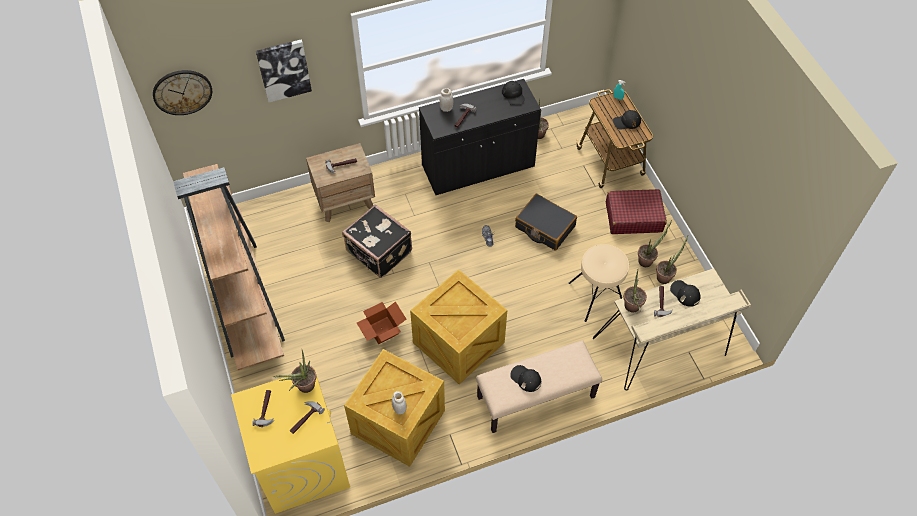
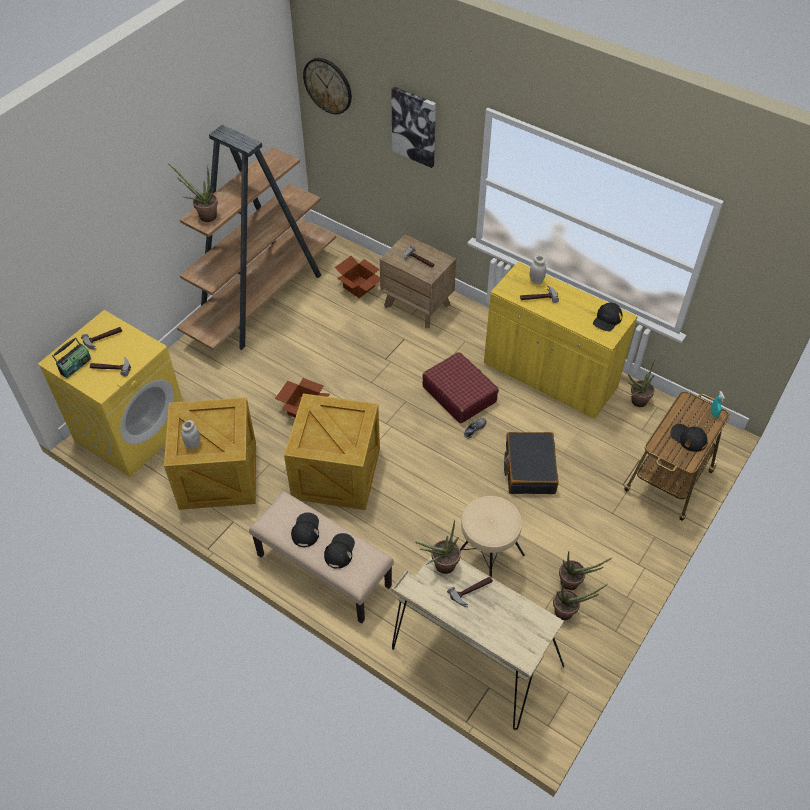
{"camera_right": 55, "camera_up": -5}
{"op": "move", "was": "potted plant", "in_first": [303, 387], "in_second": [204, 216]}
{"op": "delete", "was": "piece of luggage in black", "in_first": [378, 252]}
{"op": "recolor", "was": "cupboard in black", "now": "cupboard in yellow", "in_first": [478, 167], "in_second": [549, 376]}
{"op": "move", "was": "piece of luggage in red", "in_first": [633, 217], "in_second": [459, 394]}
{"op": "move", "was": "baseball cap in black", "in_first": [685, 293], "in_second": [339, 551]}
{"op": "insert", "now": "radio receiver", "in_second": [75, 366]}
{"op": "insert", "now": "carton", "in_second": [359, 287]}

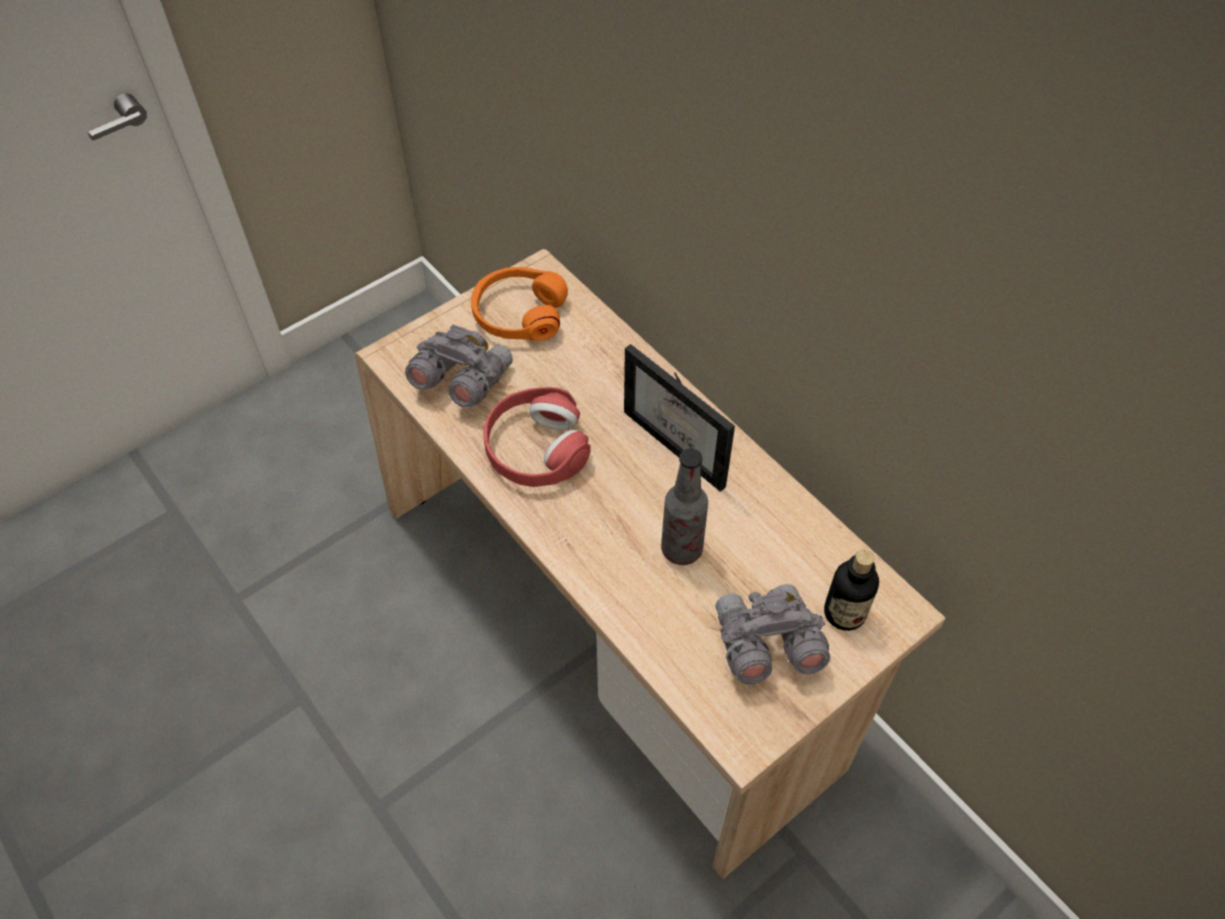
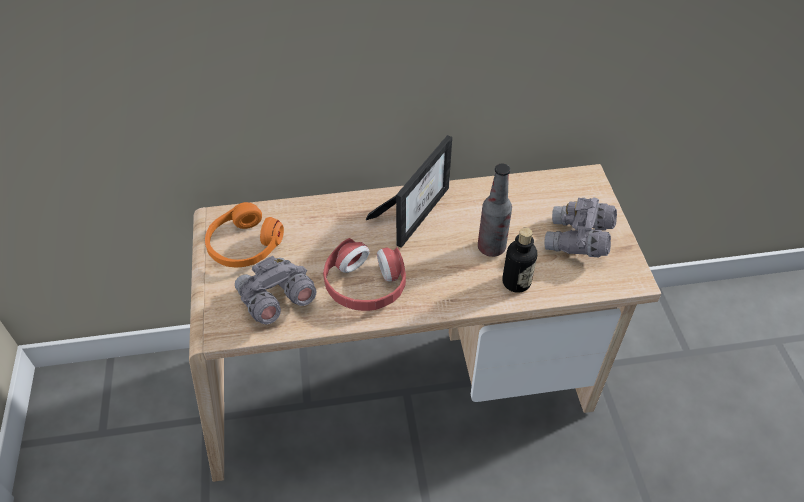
{"camera_right": -60, "camera_up": -5}
{"op": "rotate", "was": "standing frame", "in_first": [685, 443], "in_second": [416, 211], "clockwise": -45}
{"op": "move", "was": "bottle", "in_first": [844, 613], "in_second": [516, 282]}

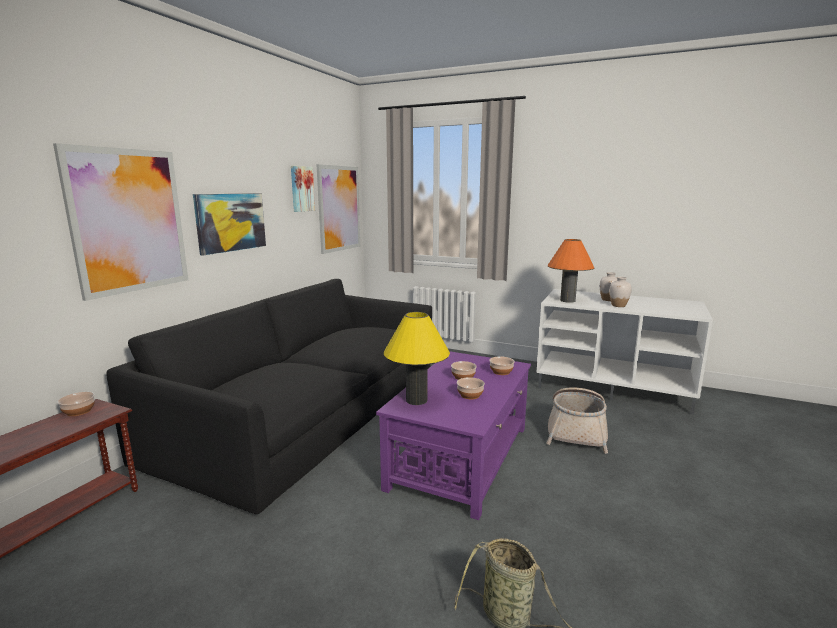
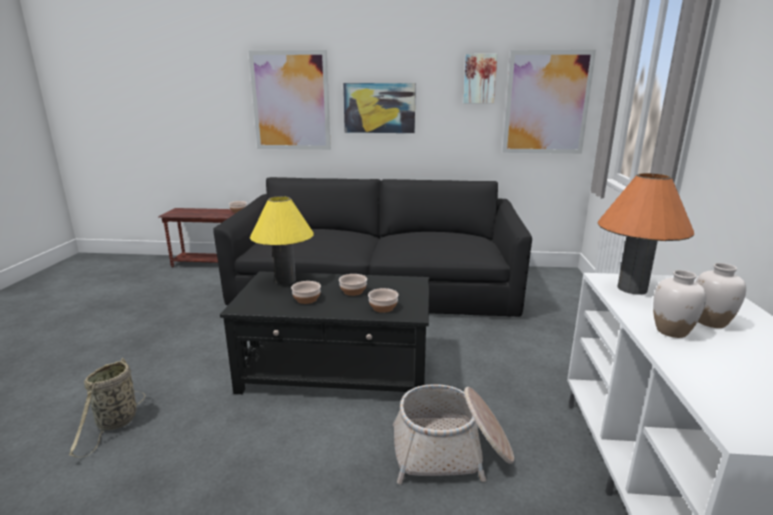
{"camera_right": 70, "camera_up": 5}
{"op": "recolor", "was": "low table in purple", "now": "low table in black", "in_first": [461, 456], "in_second": [337, 369]}

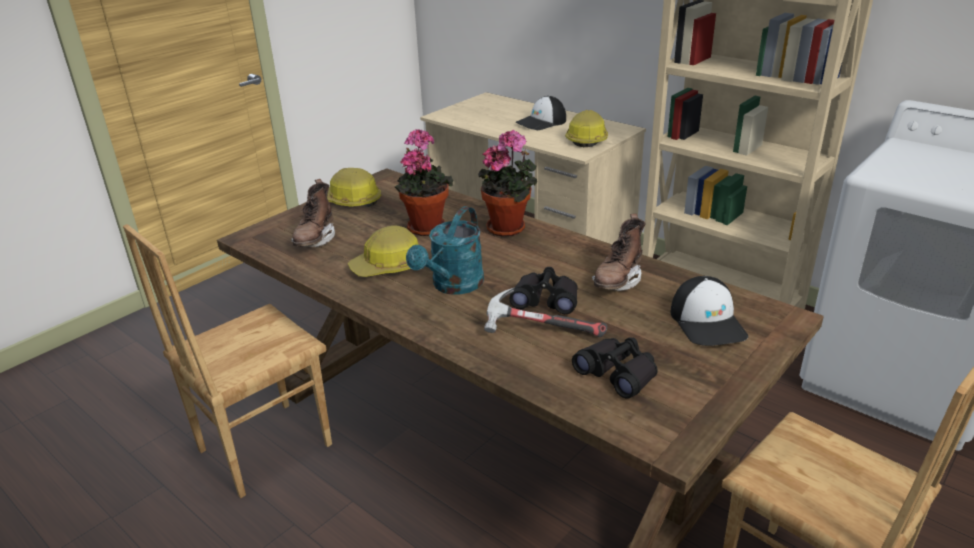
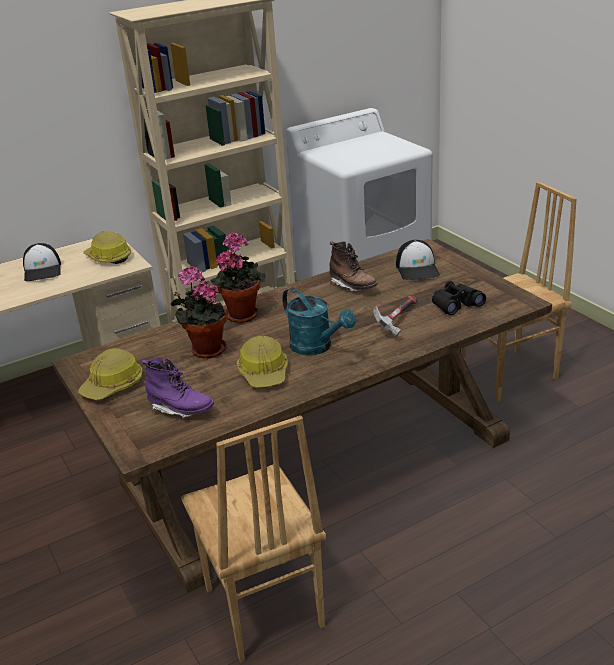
{"camera_right": -70, "camera_up": 0}
{"op": "recolor", "was": "tall boot in brownish", "now": "tall boot in purple", "in_first": [315, 240], "in_second": [181, 409]}
{"op": "delete", "was": "pair of binoculars in black", "in_first": [546, 300]}
{"op": "rotate", "was": "baseball cap", "in_first": [708, 322], "in_second": [417, 269], "clockwise": 75}

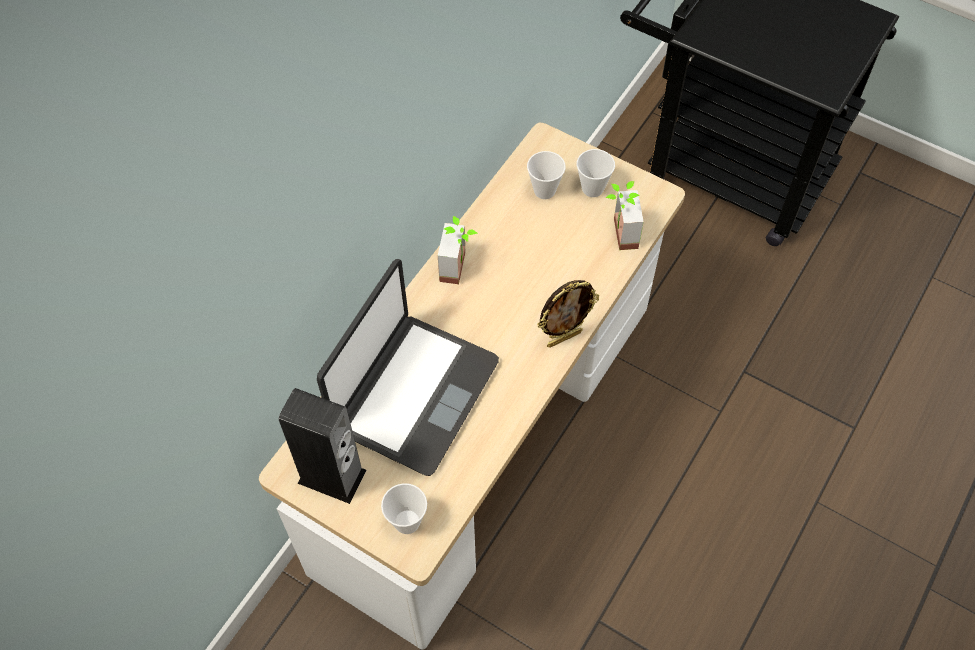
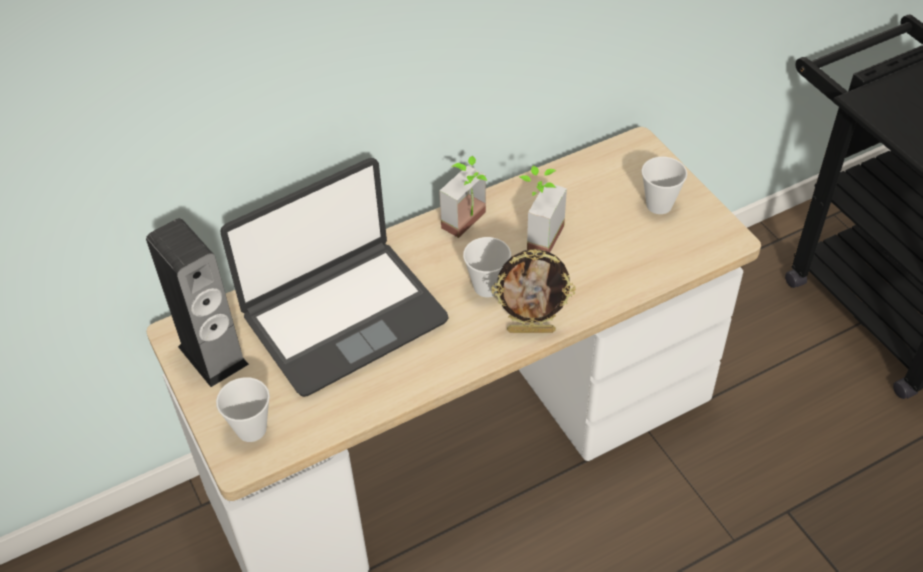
{"camera_right": 30, "camera_up": -10}
{"op": "move", "was": "small cup", "in_first": [544, 190], "in_second": [487, 287]}
{"op": "move", "was": "potted plant", "in_first": [617, 234], "in_second": [536, 235]}

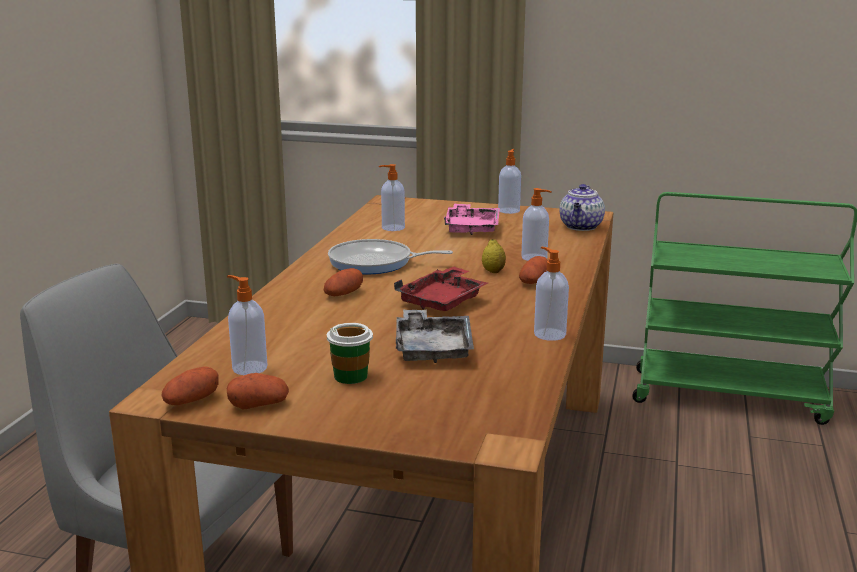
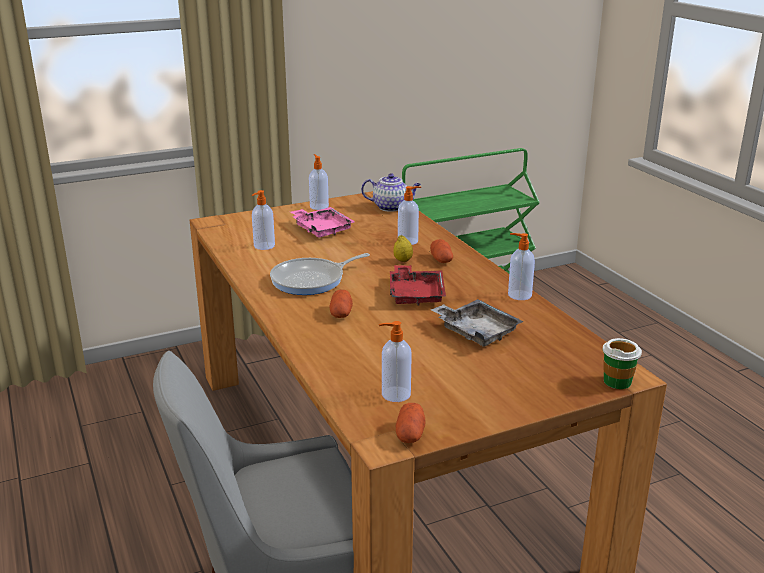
{"camera_right": -40, "camera_up": 5}
{"op": "delete", "was": "potato", "in_first": [258, 405]}
{"op": "move", "was": "small cup", "in_first": [351, 376], "in_second": [617, 381]}
{"op": "rotate", "was": "pot for tea", "in_first": [581, 227], "in_second": [391, 207], "clockwise": -60}

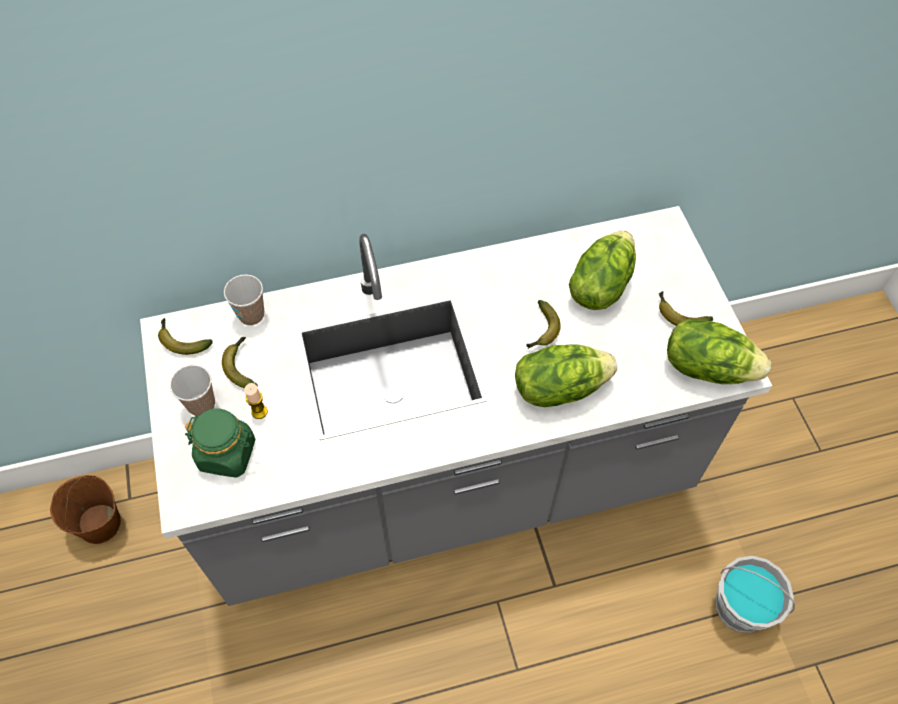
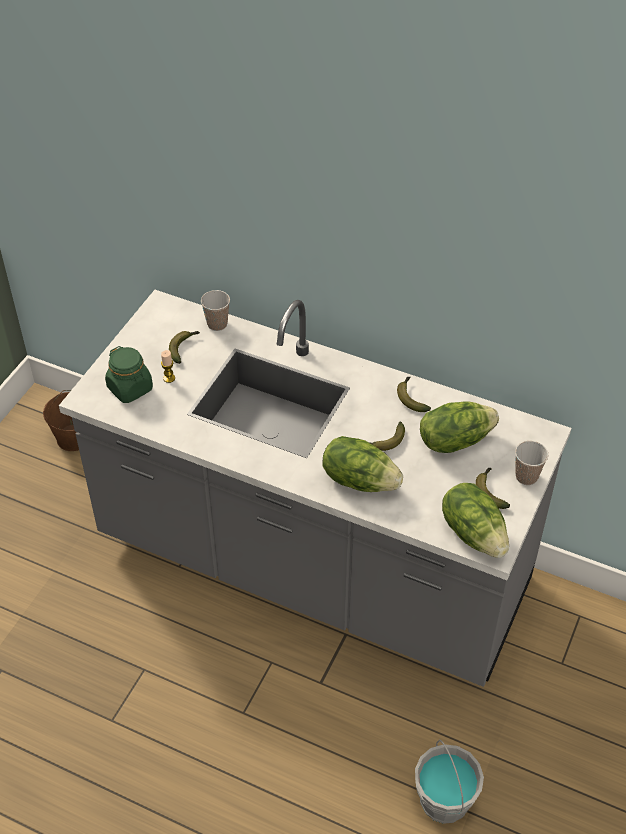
{"camera_right": 40, "camera_up": -10}
{"op": "move", "was": "whole banana", "in_first": [181, 340], "in_second": [411, 398]}
{"op": "move", "was": "small cup", "in_first": [201, 405], "in_second": [526, 477]}

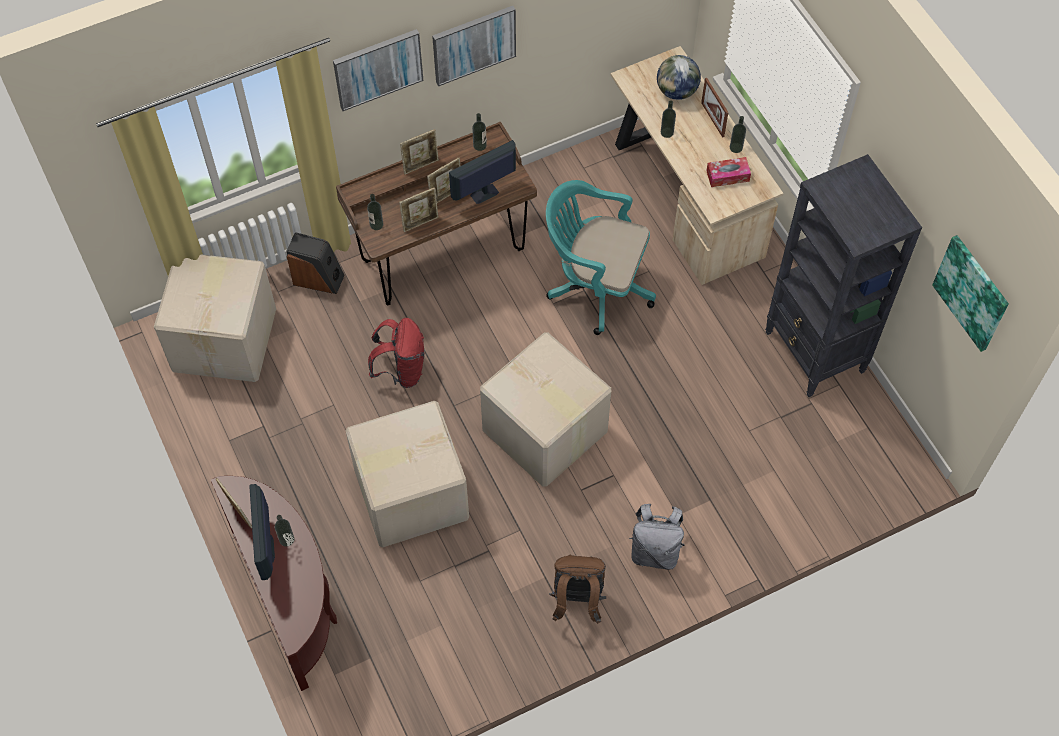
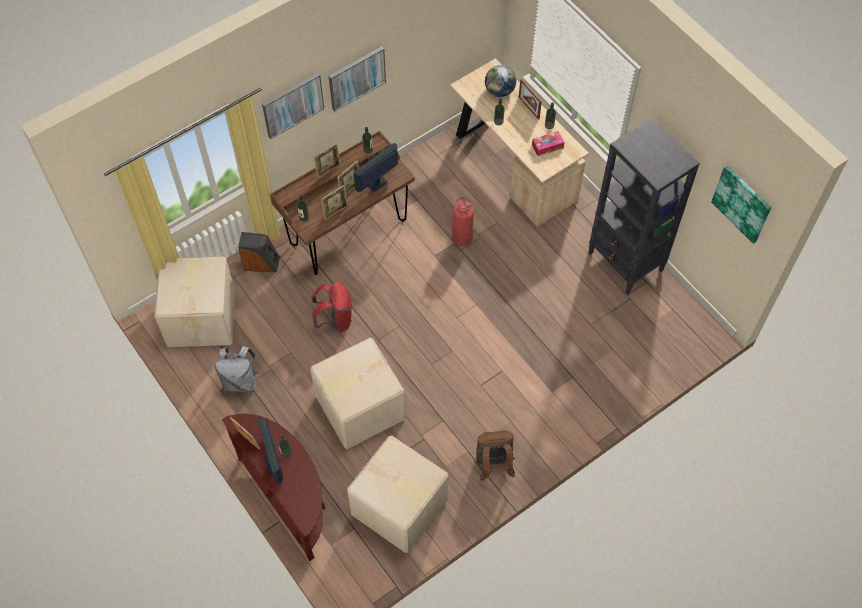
{"camera_right": -10, "camera_up": 0}
{"op": "move", "was": "carton", "in_first": [544, 432], "in_second": [399, 508]}
{"op": "replace", "was": "computer chair in turquoise-coloured", "now": "fire-fighting cylinder", "in_first": [595, 286], "in_second": [462, 239]}
{"op": "move", "was": "rucksack in greyish", "in_first": [655, 551], "in_second": [240, 380]}

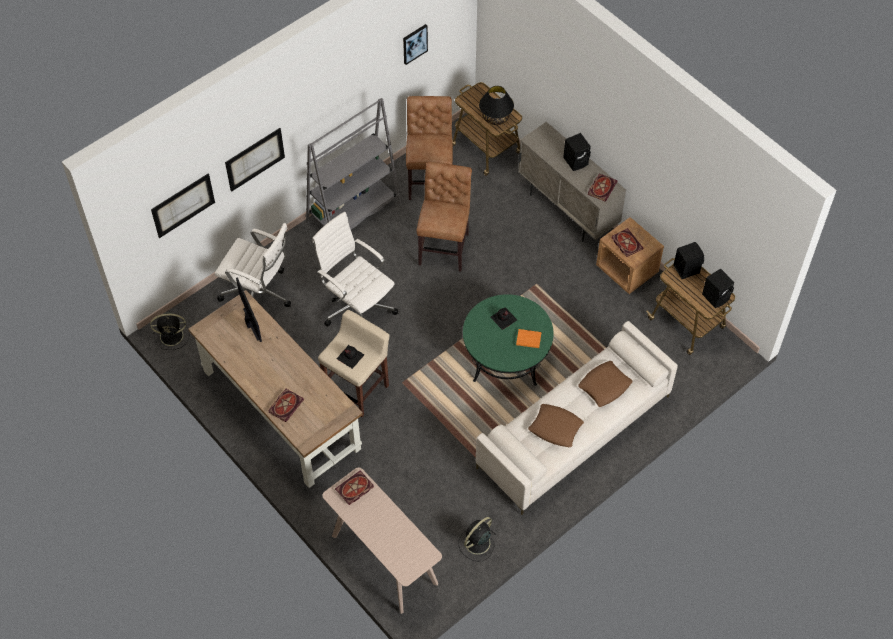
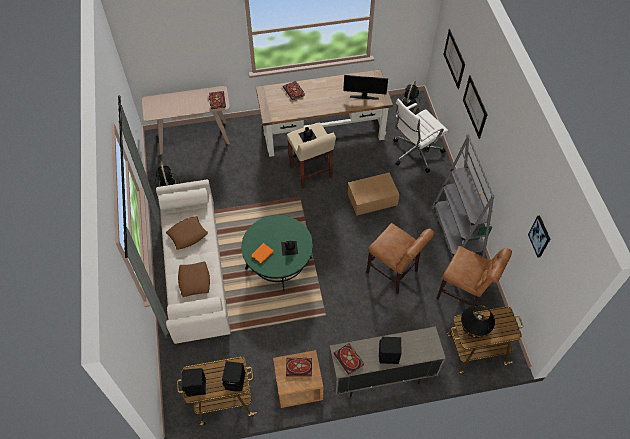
{"camera_right": 120, "camera_up": 0}
{"op": "replace", "was": "computer chair in white-coloured", "now": "carton", "in_first": [357, 307], "in_second": [373, 199]}

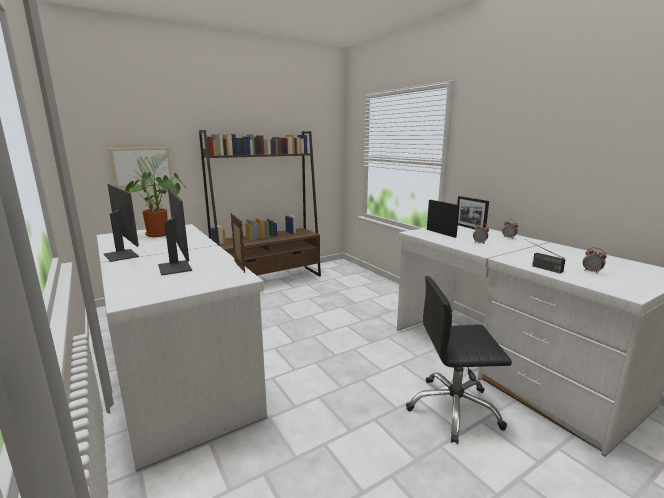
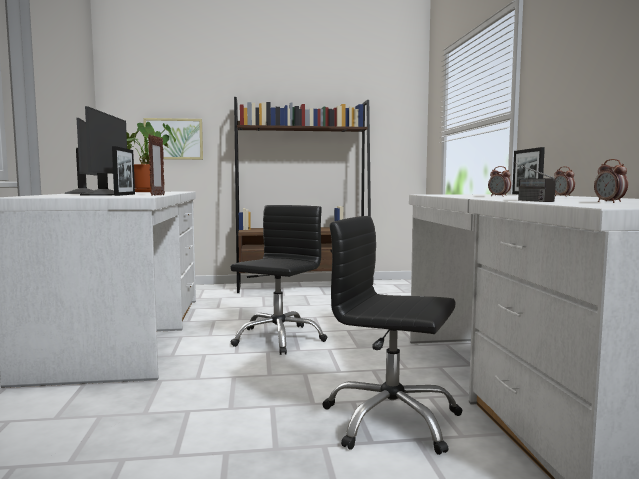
{"camera_right": 25, "camera_up": -10}
{"op": "move", "was": "standing frame", "in_first": [441, 233], "in_second": [125, 195]}
{"op": "insert", "now": "computer chair in black", "in_second": [278, 338]}

